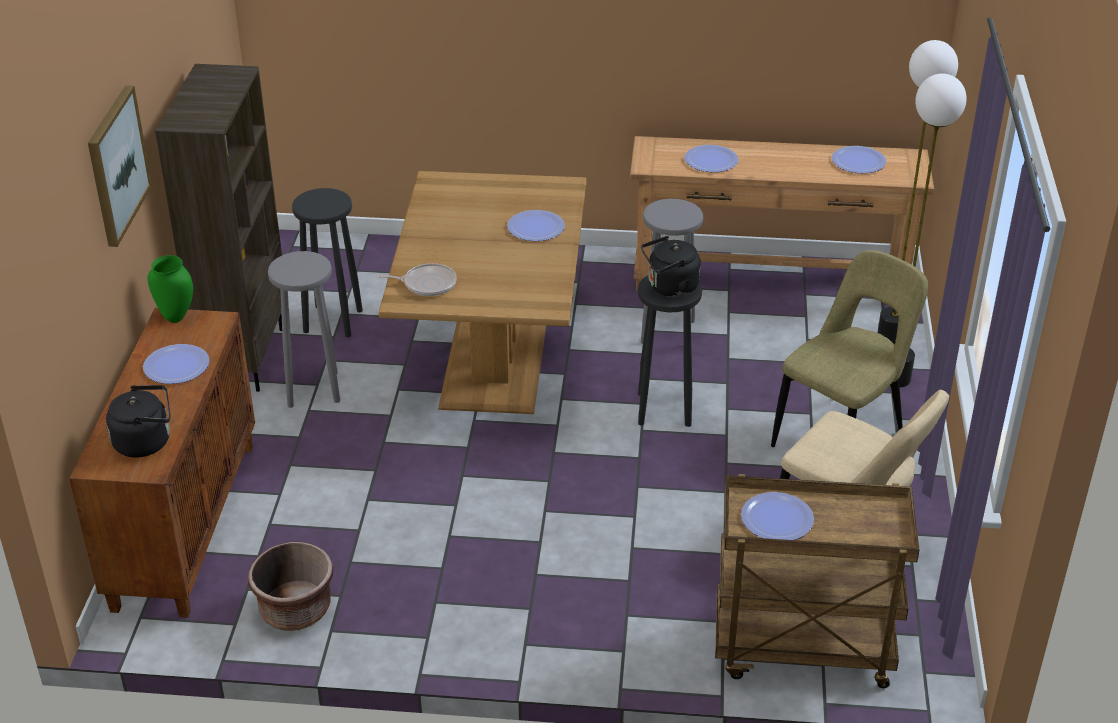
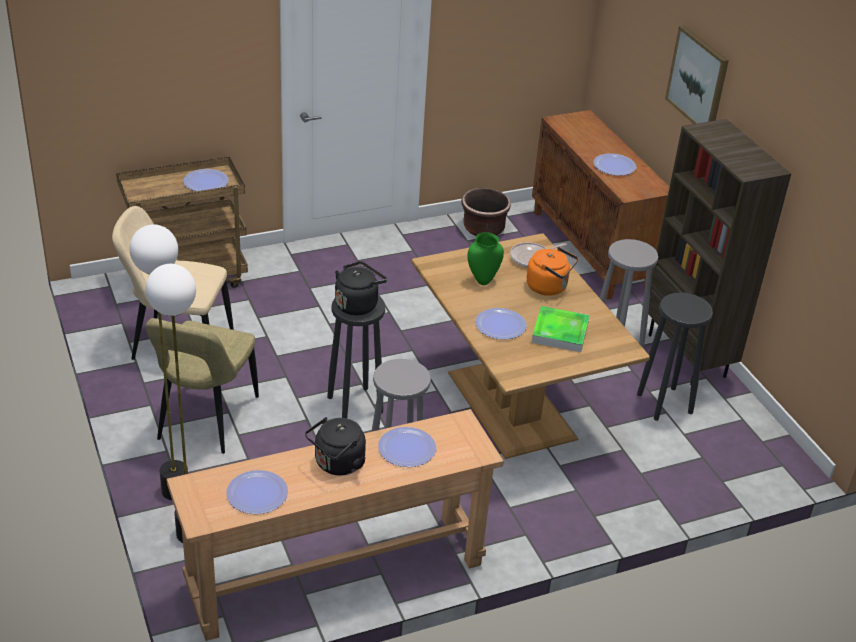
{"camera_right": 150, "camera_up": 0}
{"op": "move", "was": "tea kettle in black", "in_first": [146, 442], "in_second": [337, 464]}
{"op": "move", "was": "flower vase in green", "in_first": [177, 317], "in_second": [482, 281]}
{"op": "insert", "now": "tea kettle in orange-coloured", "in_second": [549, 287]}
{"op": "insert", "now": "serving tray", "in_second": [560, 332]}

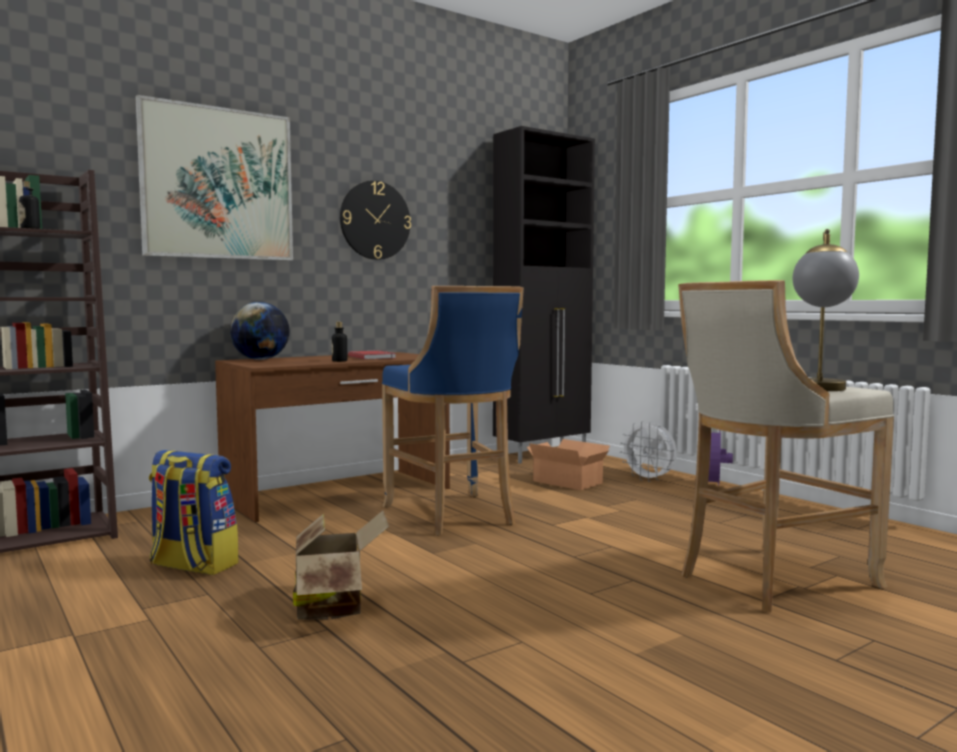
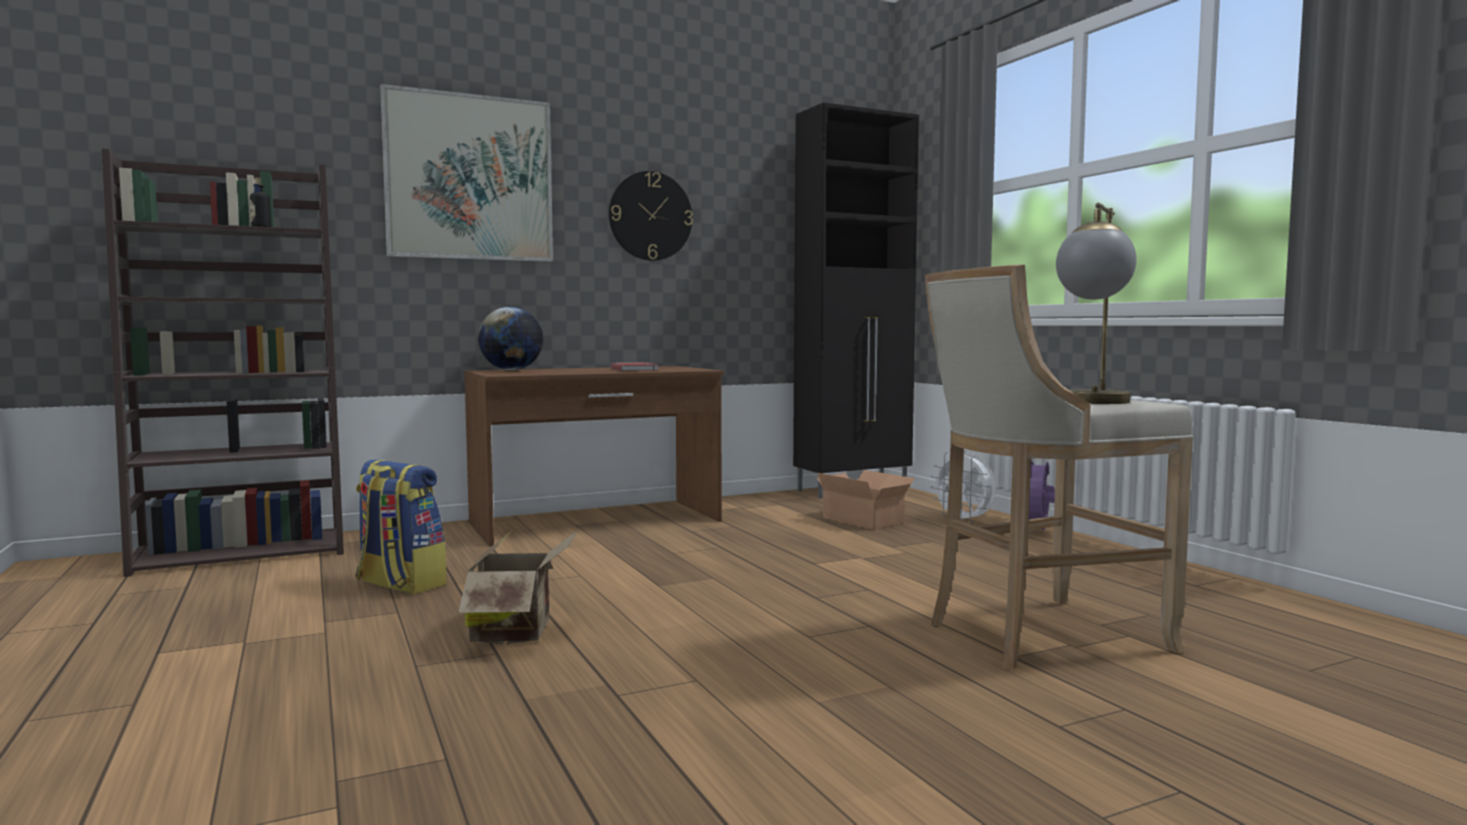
{"camera_right": 10, "camera_up": 0}
{"op": "delete", "was": "bottle", "in_first": [339, 361]}
{"op": "delete", "was": "sitting stool in blue-coloured", "in_first": [453, 516]}

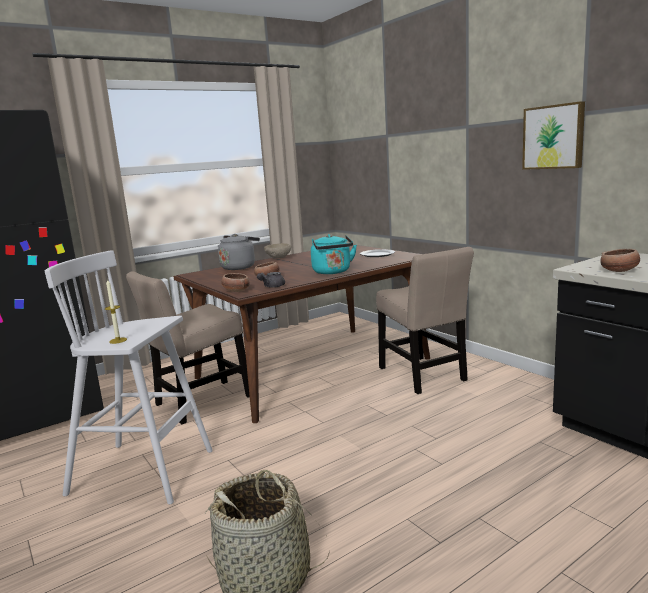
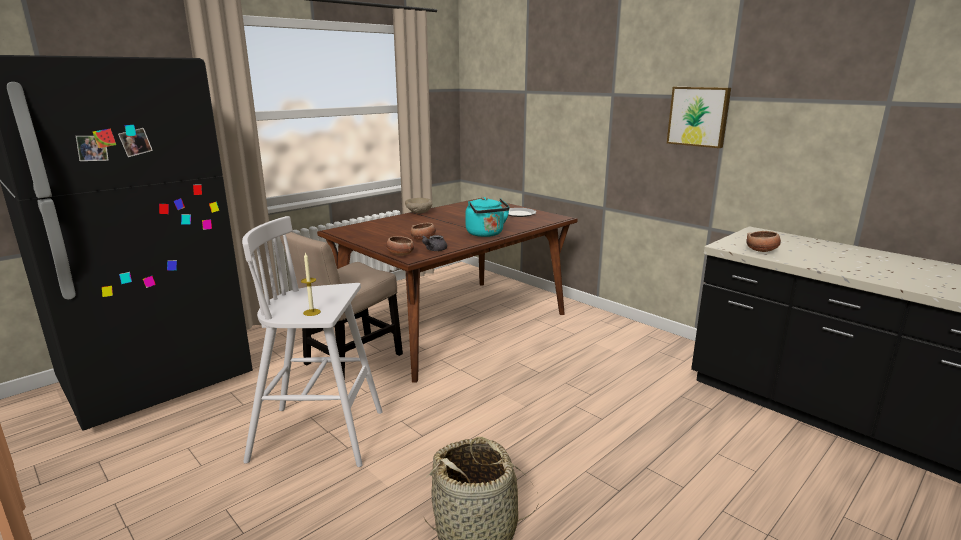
{"camera_right": -10, "camera_up": 5}
{"op": "delete", "was": "tea kettle in greyish", "in_first": [239, 267]}
{"op": "delete", "was": "plain chair in sand-coloured", "in_first": [423, 376]}

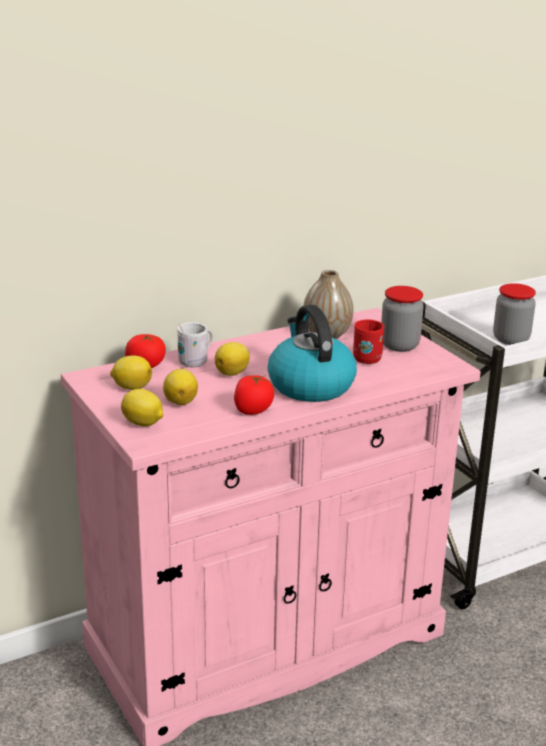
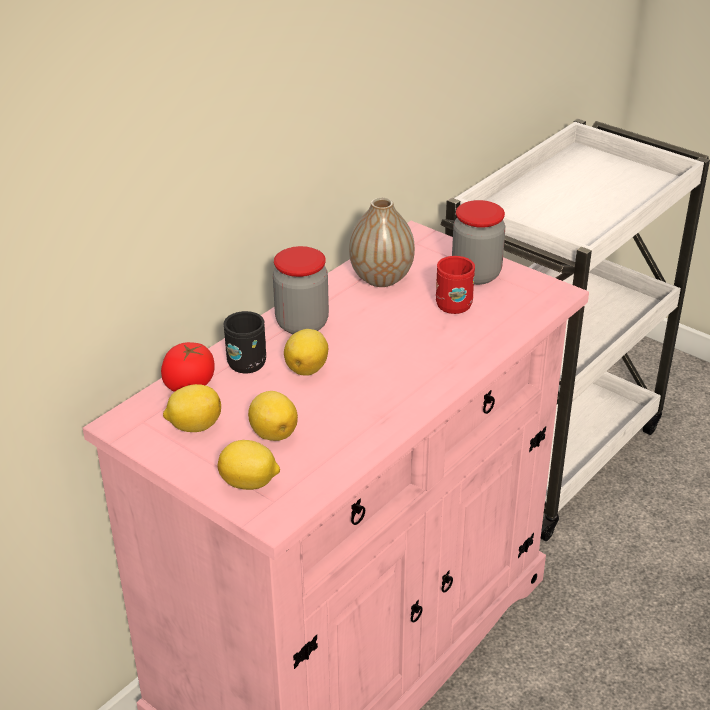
{"camera_right": -20, "camera_up": 10}
{"op": "recolor", "was": "mug in white-coloured", "now": "mug in black", "in_first": [196, 362], "in_second": [250, 361]}
{"op": "delete", "was": "whole tomato", "in_first": [253, 410]}
{"op": "delete", "was": "tea kettle", "in_first": [310, 385]}
{"op": "move", "was": "preserve jar", "in_first": [511, 339], "in_second": [302, 324]}

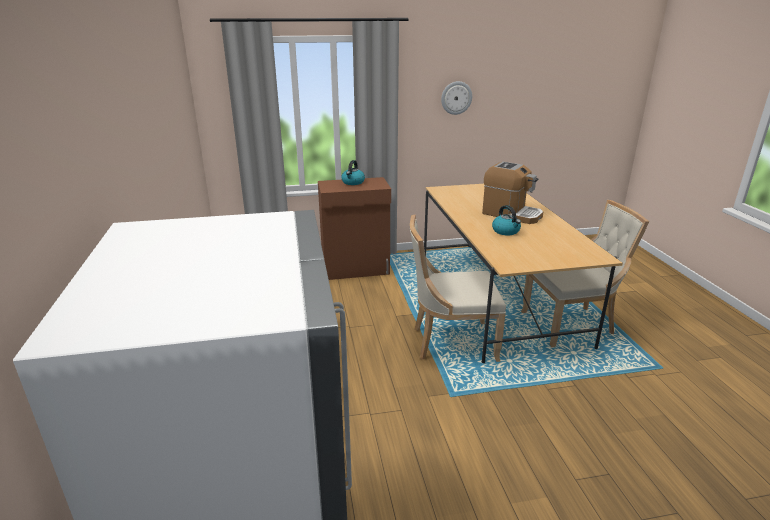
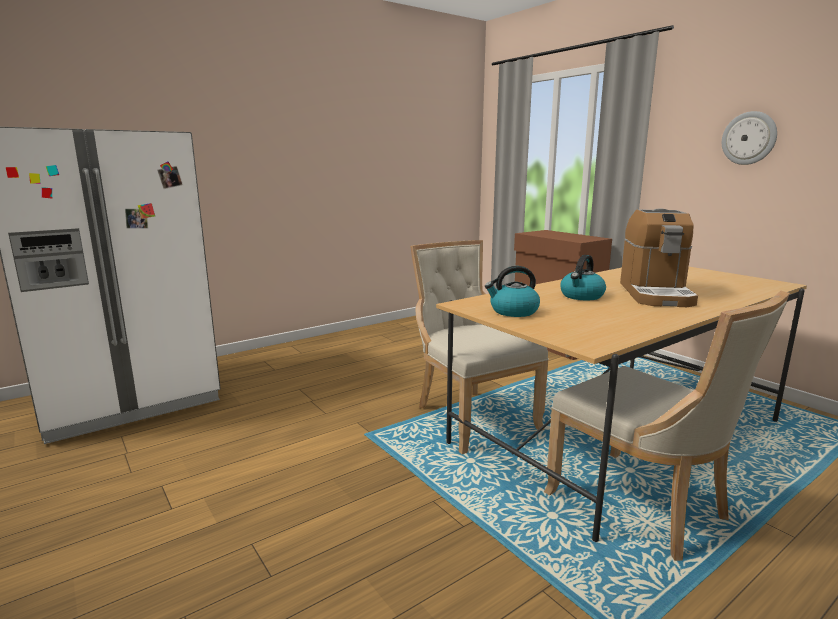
{"camera_right": 65, "camera_up": -10}
{"op": "move", "was": "tea kettle", "in_first": [353, 182], "in_second": [513, 311]}

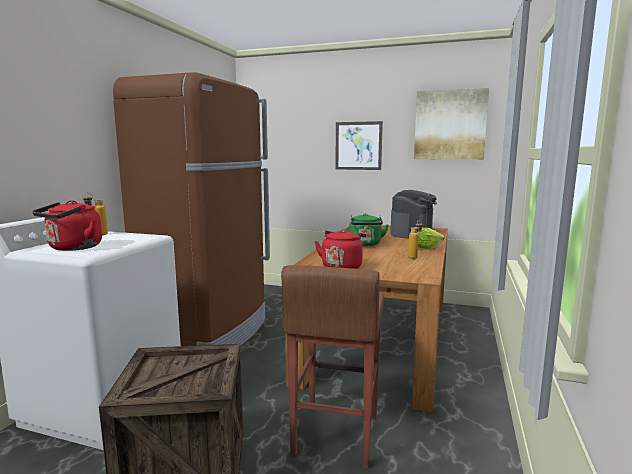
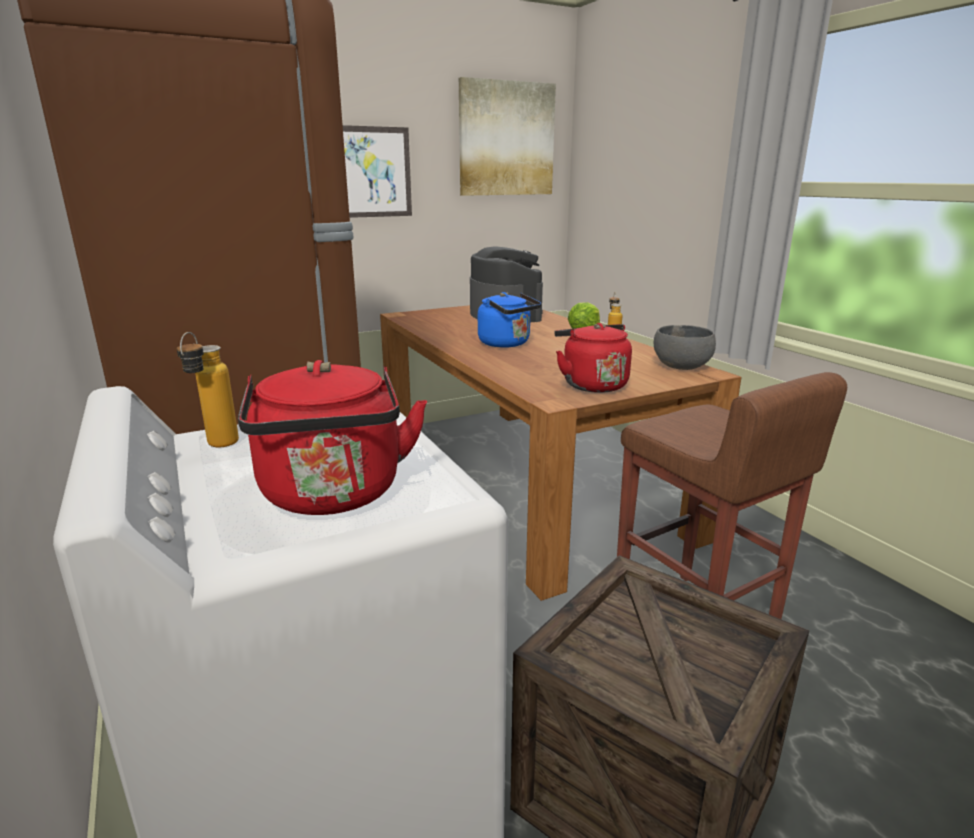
{"camera_right": -45, "camera_up": 10}
{"op": "recolor", "was": "tea kettle in green", "now": "tea kettle in blue-coloured", "in_first": [365, 244], "in_second": [507, 344]}
{"op": "insert", "now": "bowl in greyish", "in_second": [682, 366]}

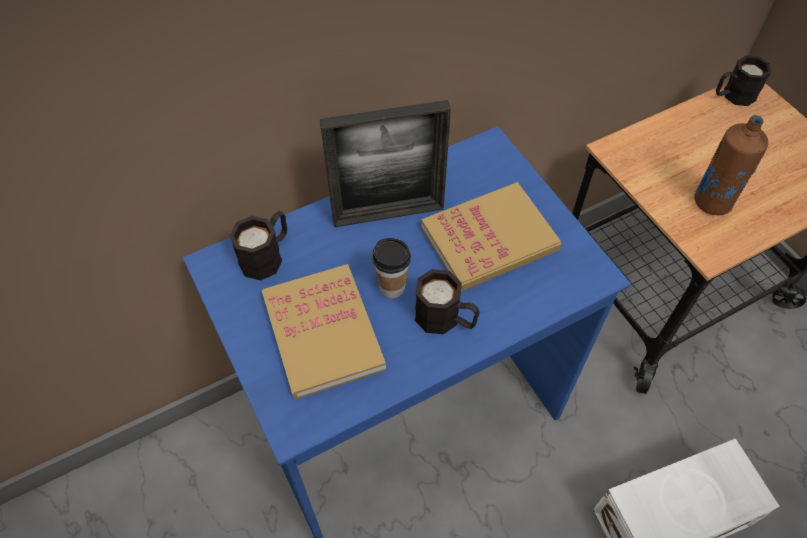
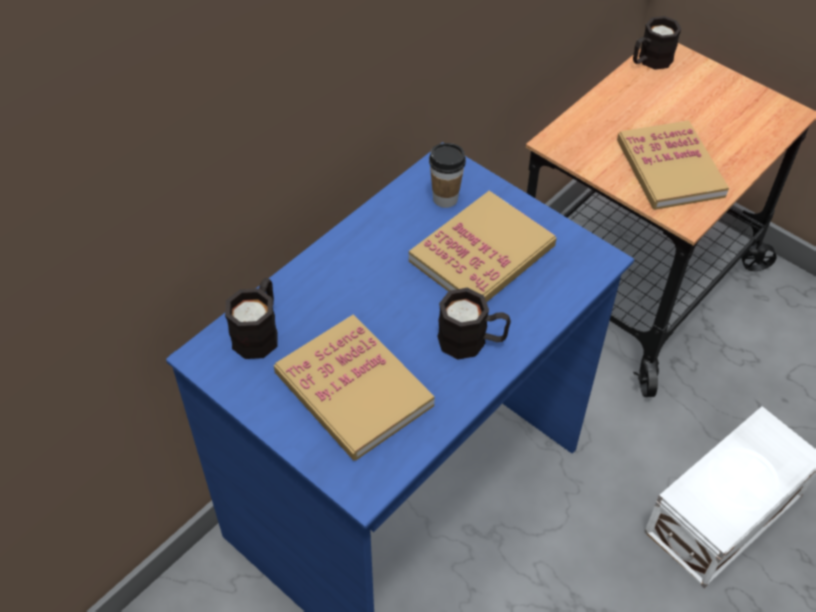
{"camera_right": -20, "camera_up": -5}
{"op": "delete", "was": "standing frame", "in_first": [388, 214]}
{"op": "move", "was": "small cup", "in_first": [392, 287], "in_second": [445, 199]}
{"op": "replace", "was": "bottle in brownish", "now": "bound book", "in_first": [712, 201], "in_second": [669, 168]}

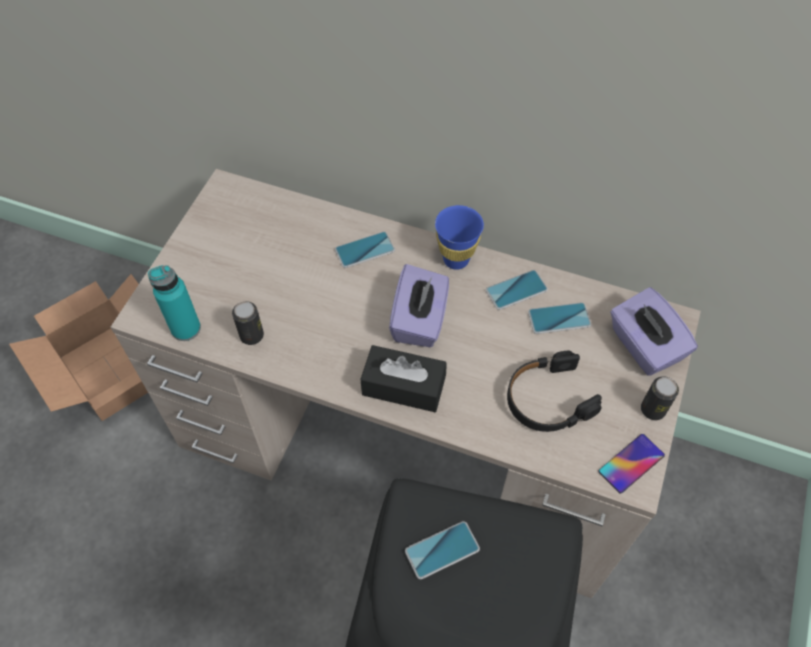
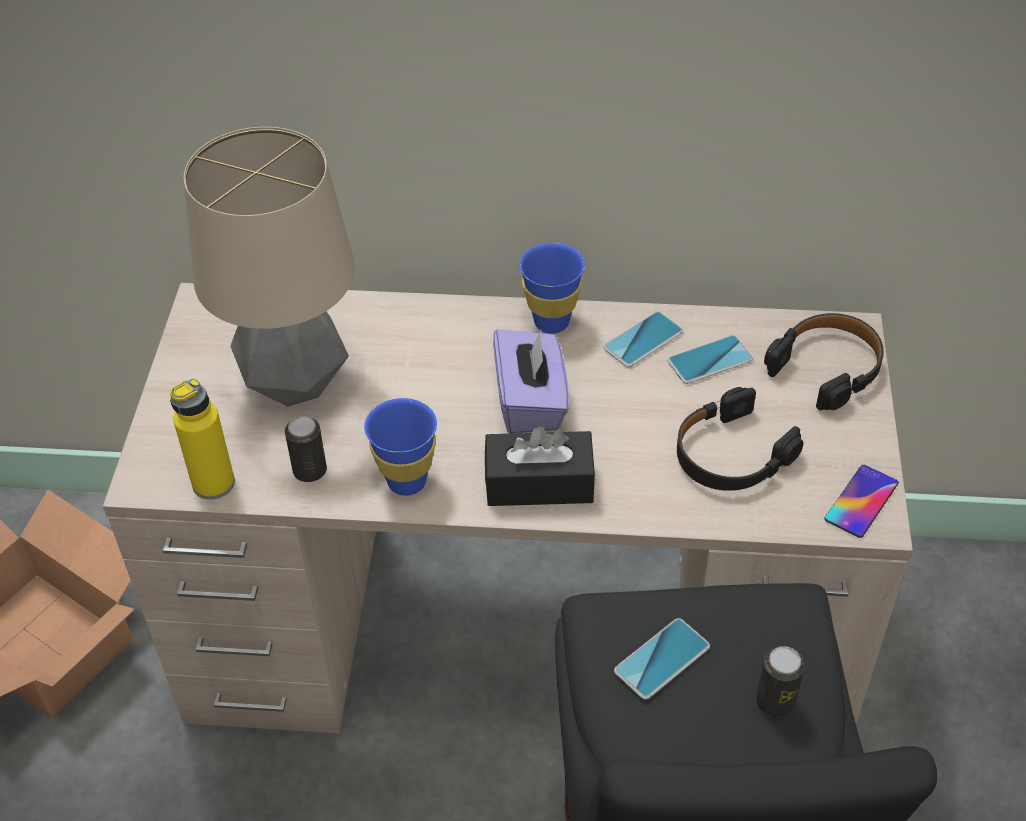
{"camera_right": -15, "camera_up": -10}
{"op": "recolor", "was": "bottle in turquoise-coloured", "now": "bottle in yellow", "in_first": [186, 328], "in_second": [213, 483]}
{"op": "delete", "was": "handset", "in_first": [365, 250]}
{"op": "replace", "was": "box of tissues in purple", "now": "headphones in black", "in_first": [644, 346], "in_second": [827, 368]}
{"op": "move", "was": "metal can", "in_first": [653, 409], "in_second": [775, 701]}
{"op": "insert", "now": "table lamp", "in_second": [294, 384]}
{"op": "insert", "now": "small cup in blue-coloured", "in_second": [407, 481]}

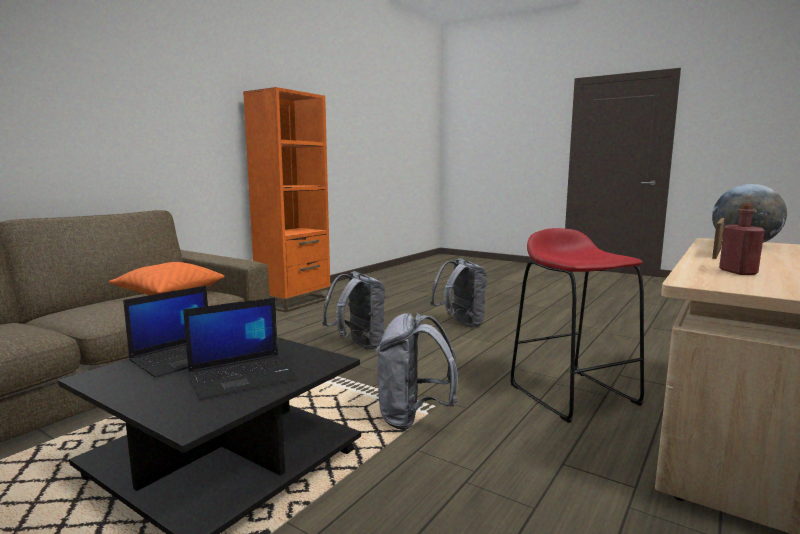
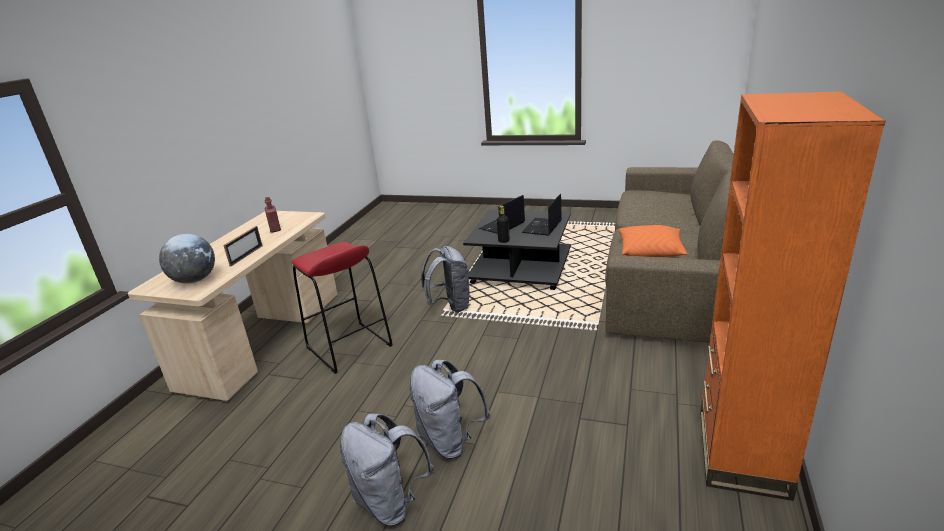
{"camera_right": 165, "camera_up": 15}
{"op": "move", "was": "rucksack in greyish", "in_first": [358, 346], "in_second": [391, 503]}
{"op": "insert", "now": "bottle in black", "in_second": [503, 241]}

